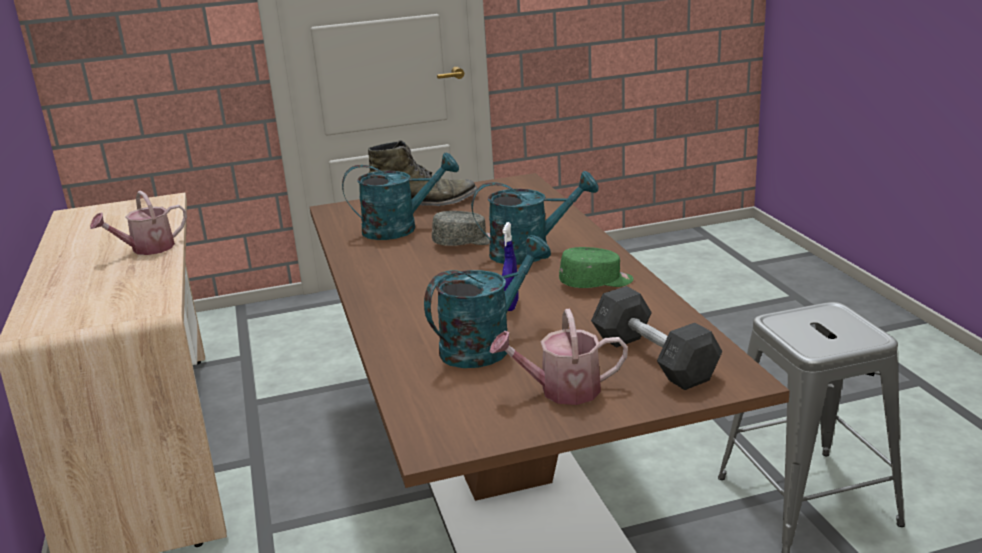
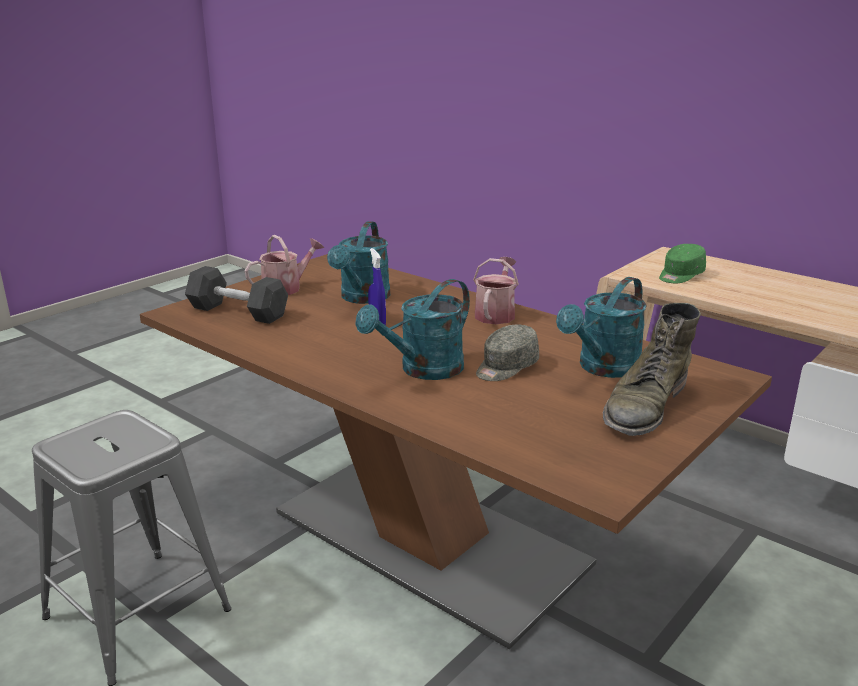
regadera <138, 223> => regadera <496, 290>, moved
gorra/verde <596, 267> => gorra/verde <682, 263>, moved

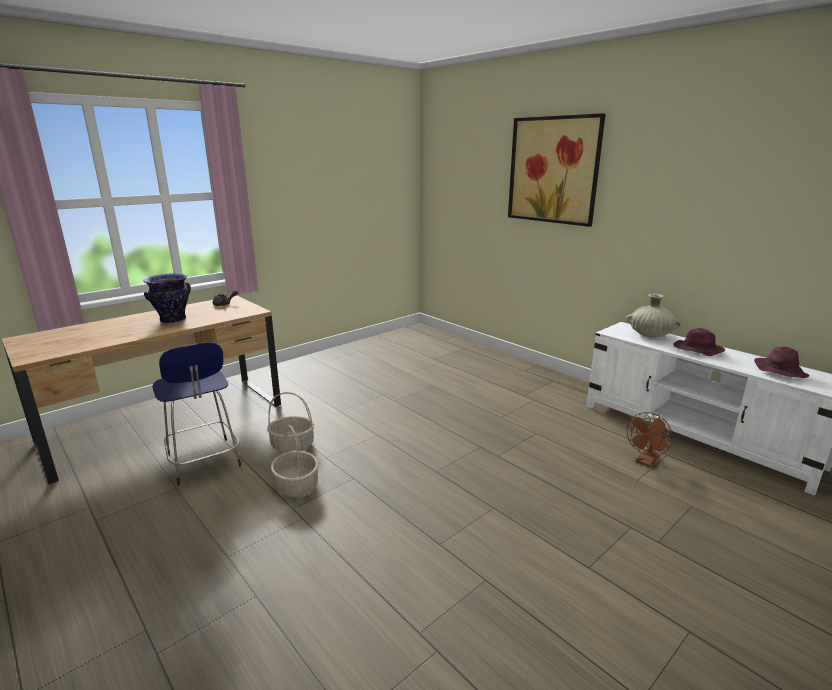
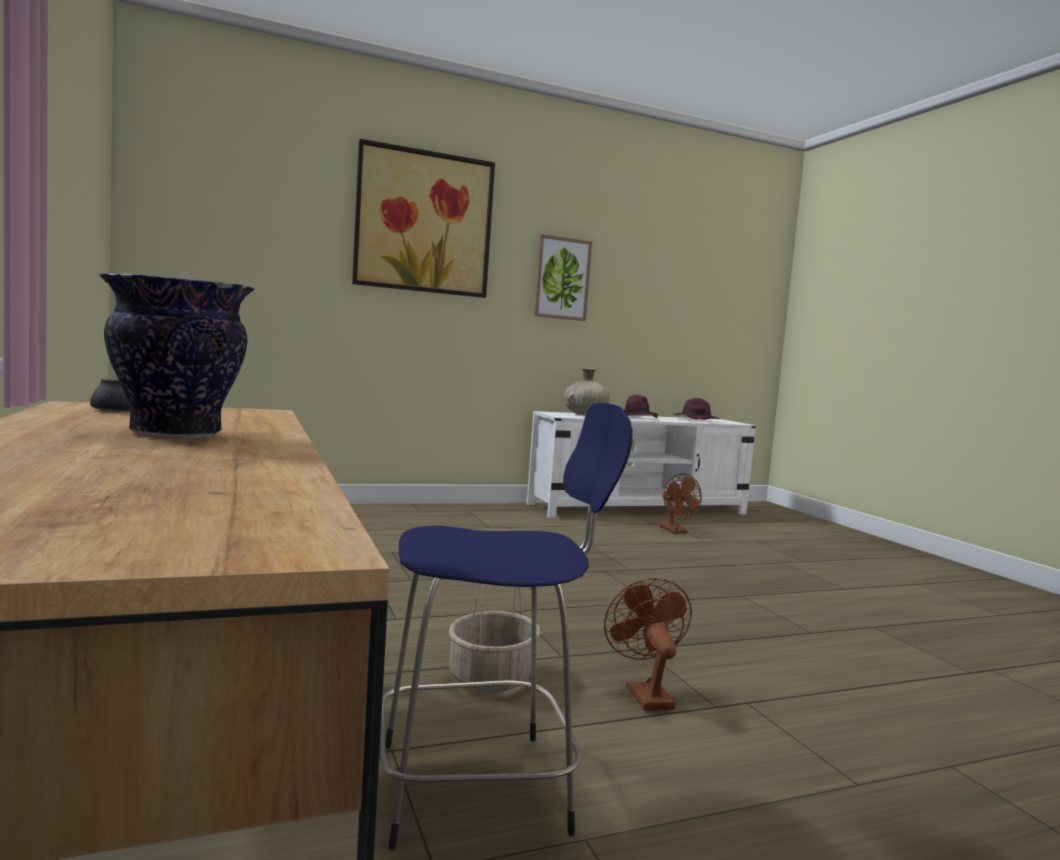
cesta <294, 461> => ventilador/marrón <648, 644>
nothing => cuadro <563, 277>

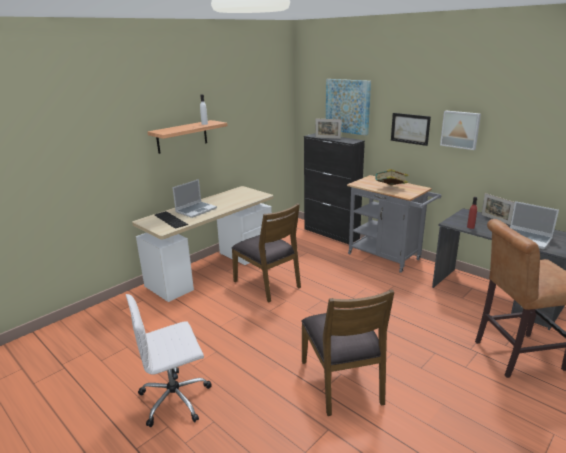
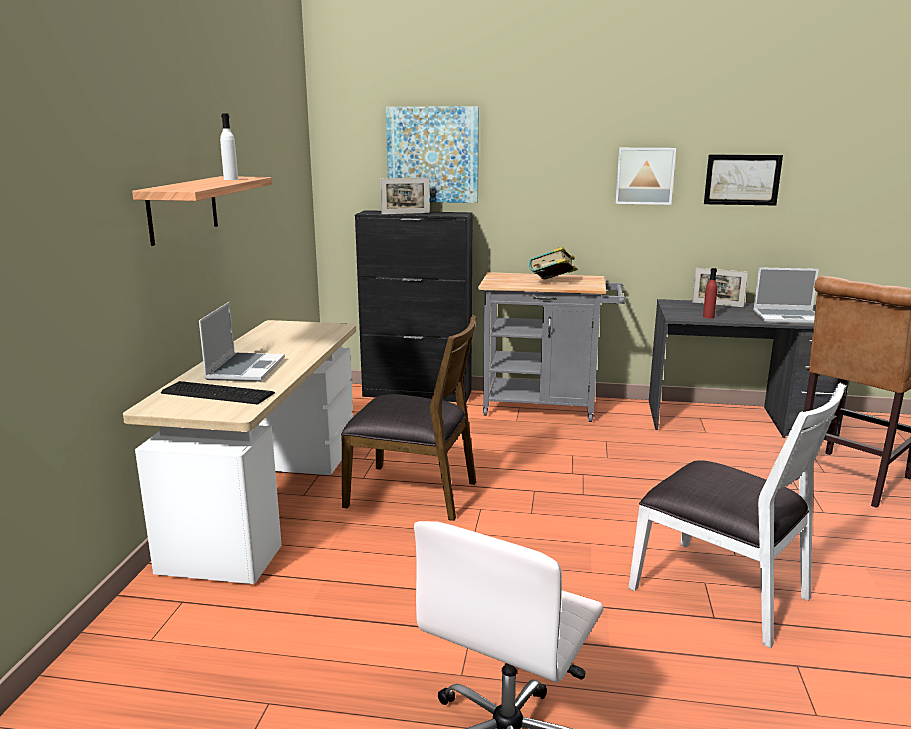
cuadro <411, 129> => cuadro <743, 180>, moved
silla/marrón <347, 352> => silla/blanco <737, 515>

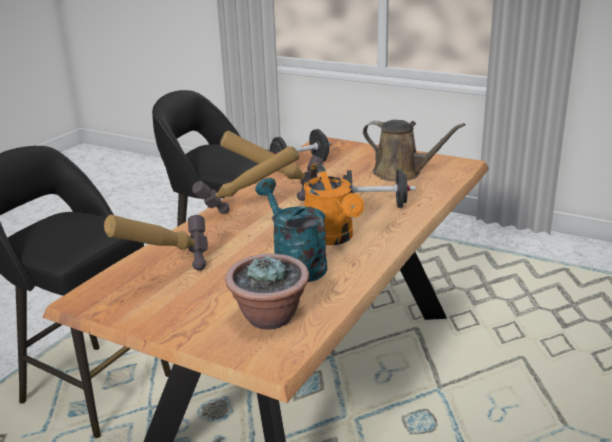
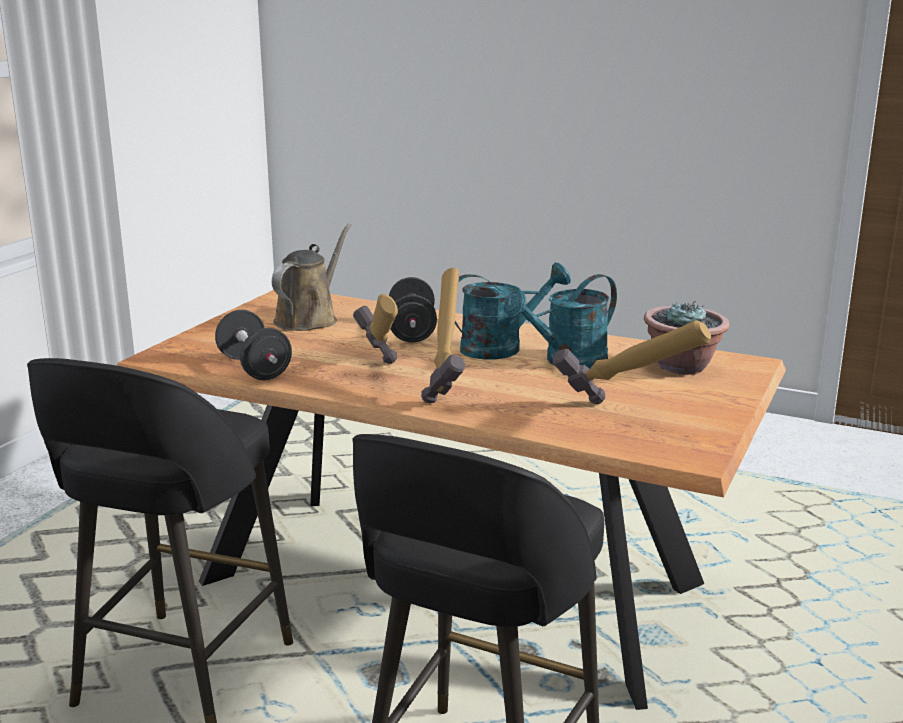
regadera/naranja <334, 204> => regadera/turquesa <513, 310>

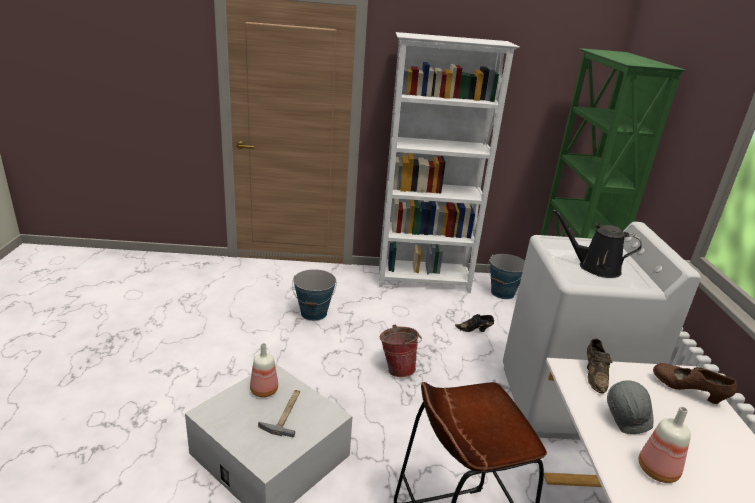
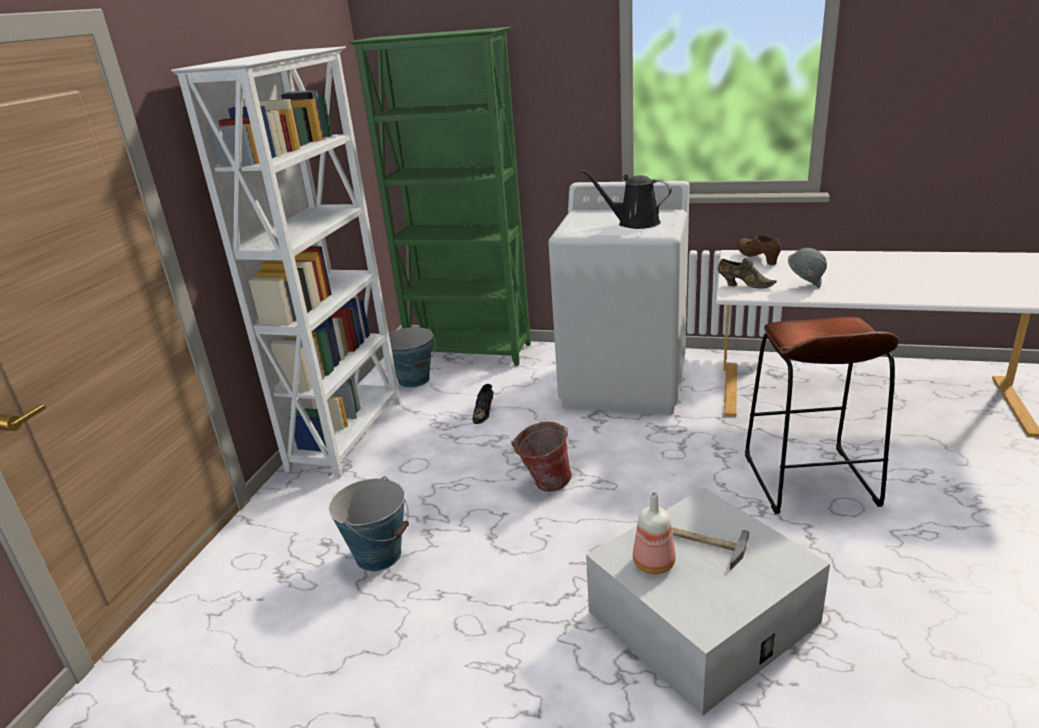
regadera/negro <597, 244> => regadera/negro <626, 199>, 75 degrees clockwise
zapato/marrón <695, 383> => zapato/marrón <759, 250>, 105 degrees clockwise
botella <665, 445> => nothing

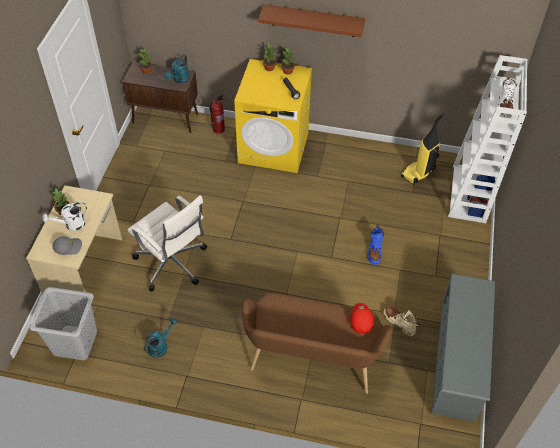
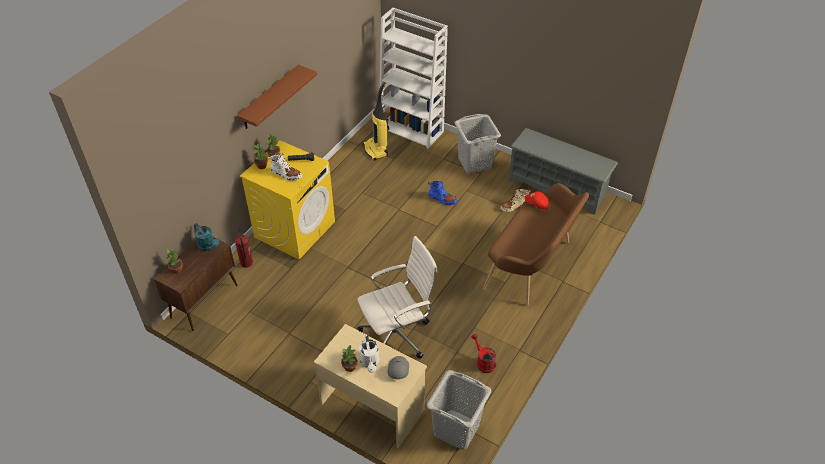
bota/blanco <508, 97> => bota/blanco <285, 167>, moved
regadera/turquesa <161, 338> => regadera/rojo <483, 353>
nothing => cesto de la ropa/gris <477, 144>

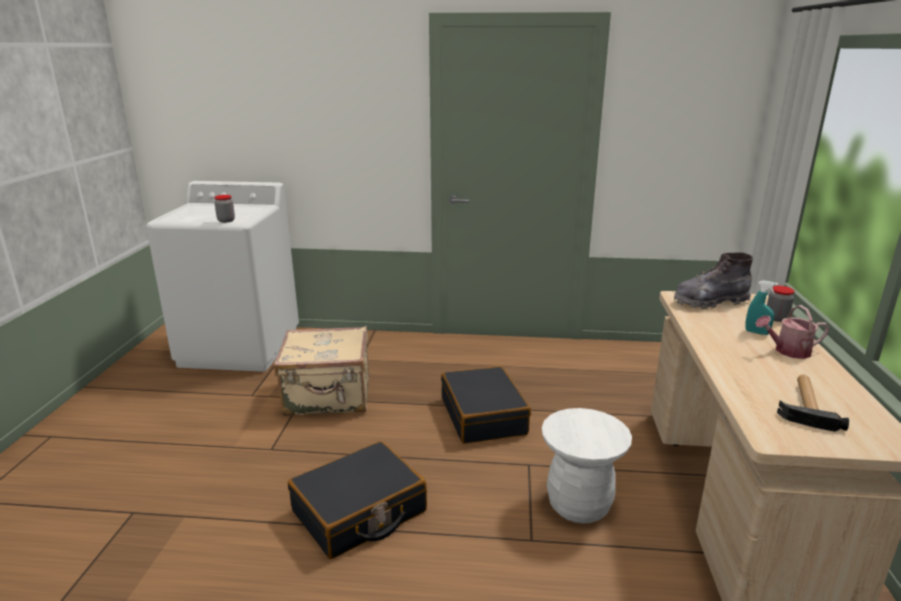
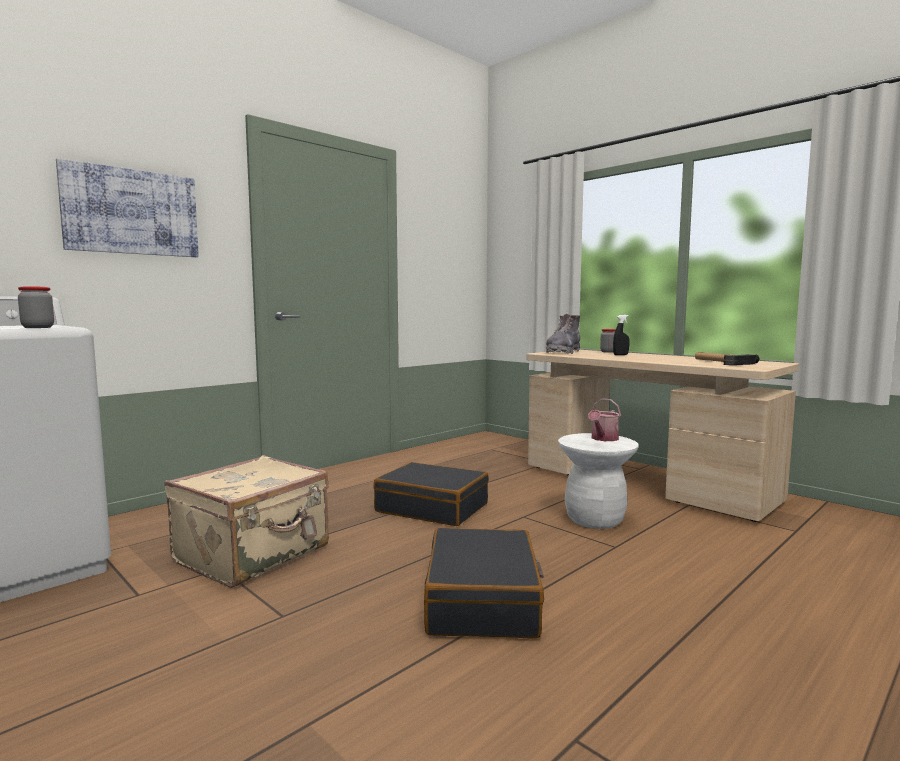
pulverizador/turquesa <761, 307> => pulverizador/negro <621, 335>
regadera <792, 332> => regadera <604, 419>, moved
nothing => cuadro <127, 207>

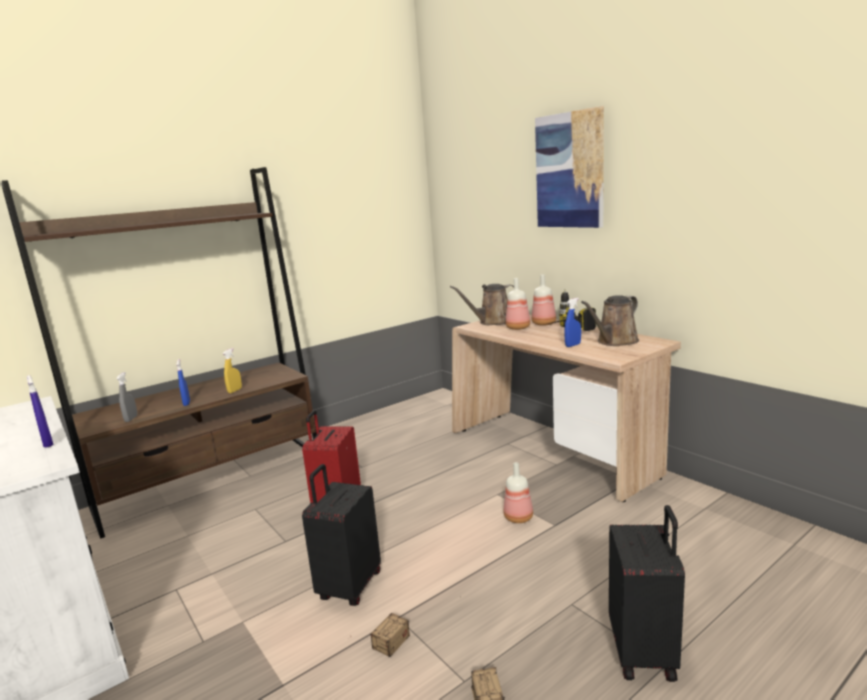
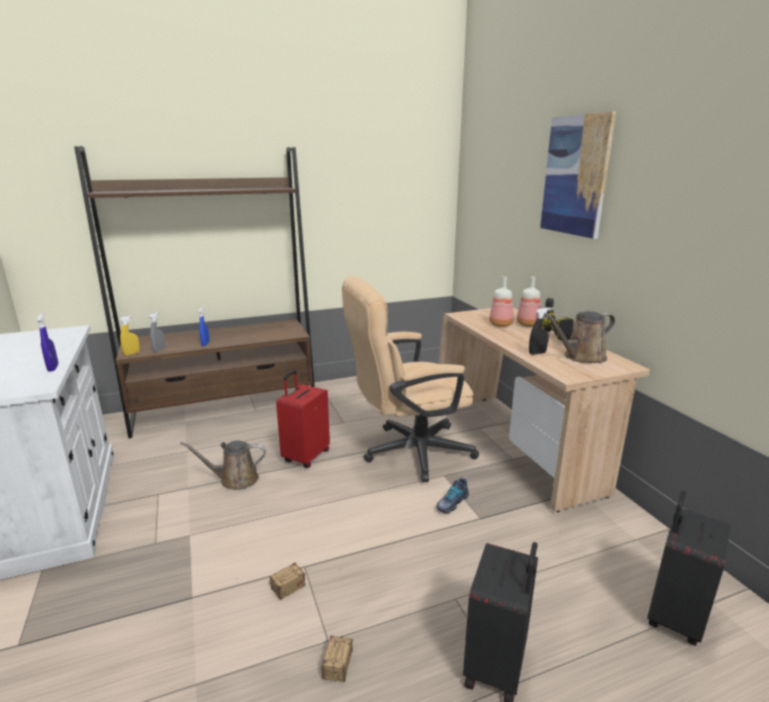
regadera/marrón <482, 304> => regadera/marrón <223, 465>, moved
pulverizador/azul <572, 322> => pulverizador/negro <539, 331>
pulverizador/amarillo <232, 370> => pulverizador/amarillo <129, 335>, moved
botella <518, 492> => zapato <452, 496>
maleta/negro <341, 535> => maleta/negro <688, 568>, moved
nothing => silla de oficina/beis <410, 379>

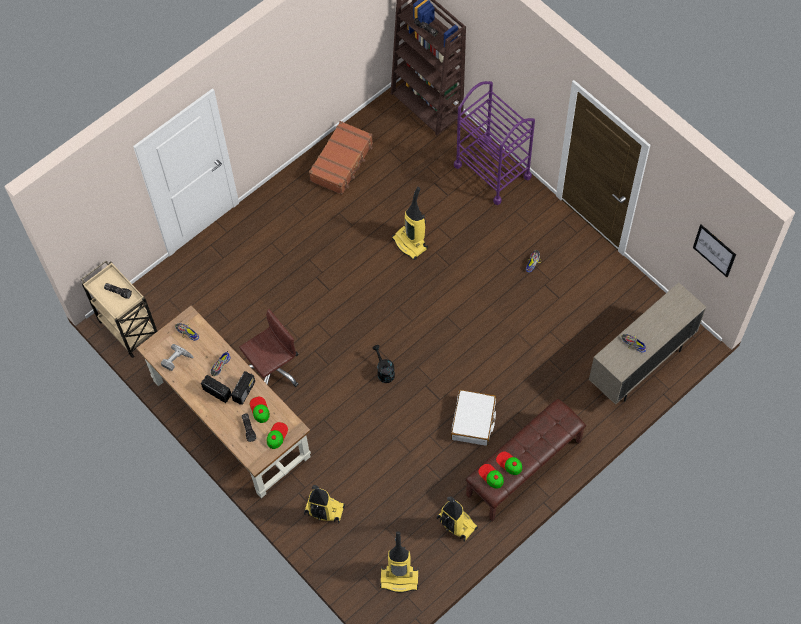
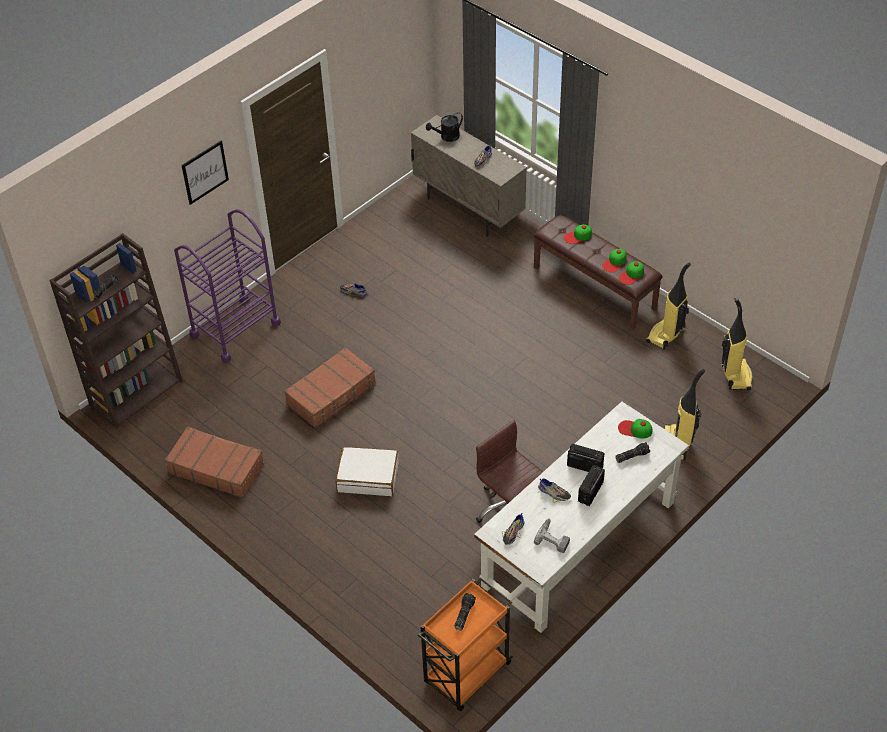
aspiradora <410, 223> => maleta/marrón <330, 387>
cuadro <714, 251> => cuadro <205, 173>, moved
carrito/beis <119, 309> => carrito/naranja <465, 644>
escritorio/marrón <223, 402> => escritorio/blanco <581, 517>
regadera/negro <384, 364> => regadera/negro <444, 127>, moved
maleta/blanco <473, 418> => maleta/blanco <367, 471>, moved
gorra <260, 410> => gorra <578, 234>, moved

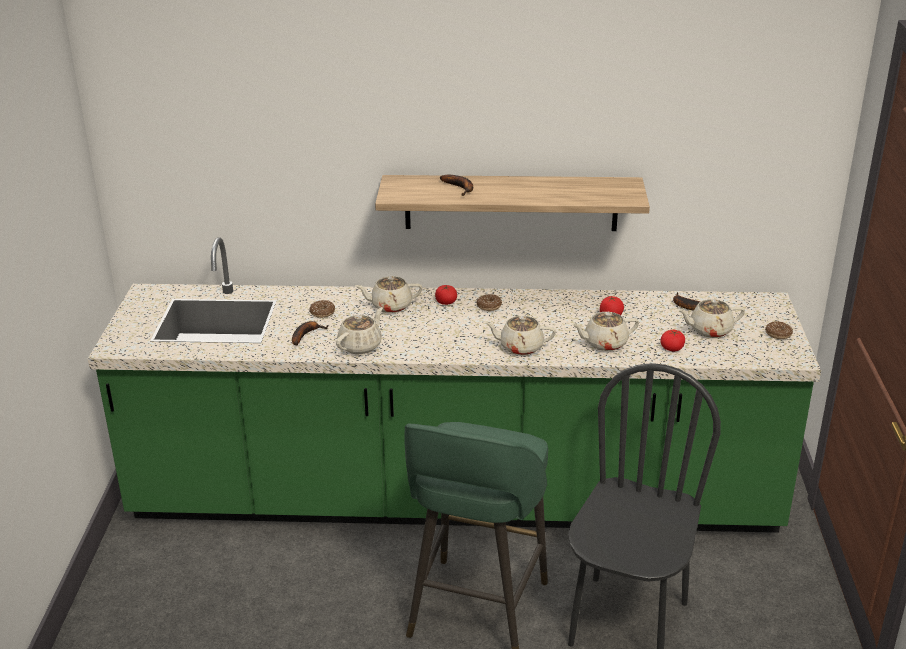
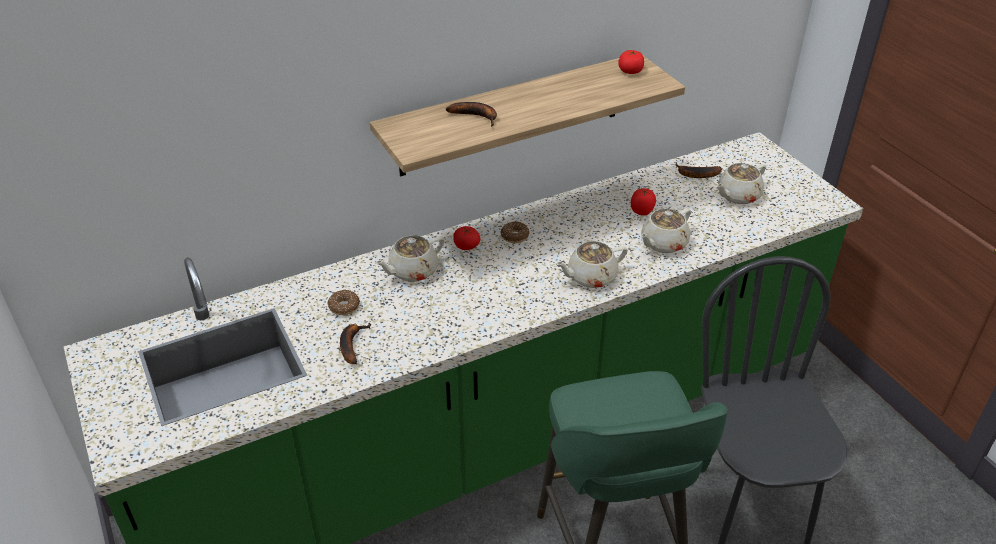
tetera/beis <359, 330> => nothing
rosquilla <779, 330> => nothing
tomate <673, 340> => tomate <631, 62>, moved

